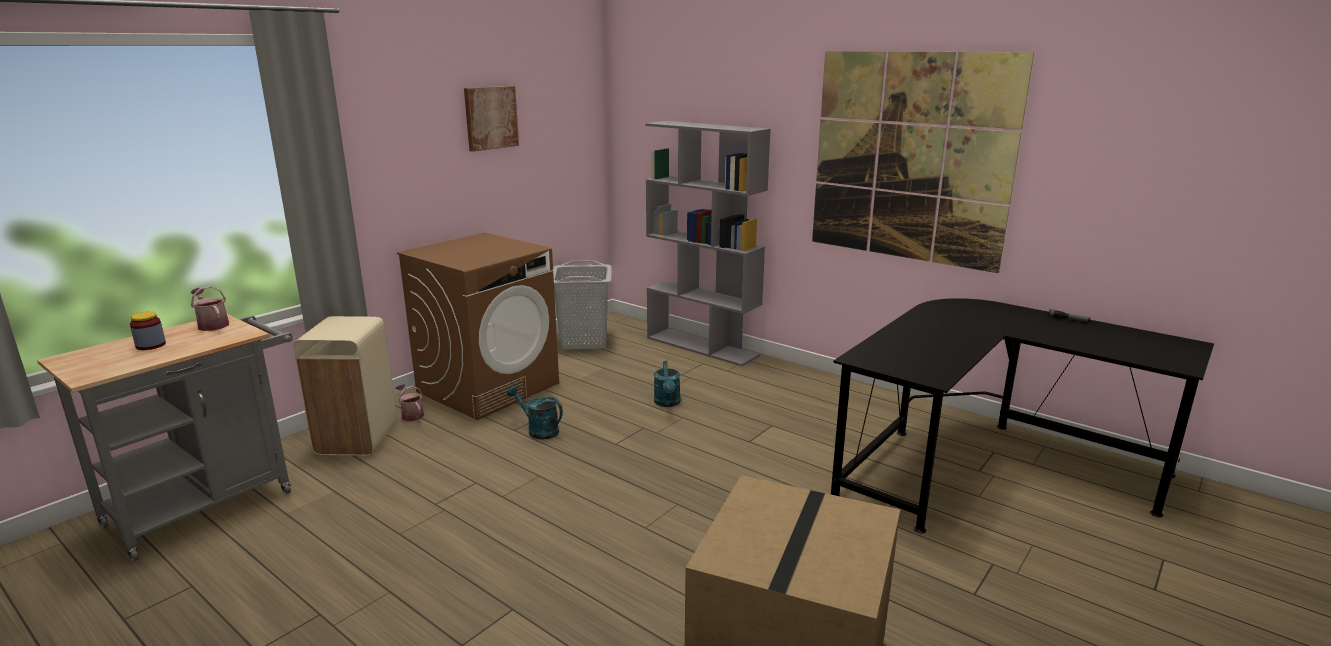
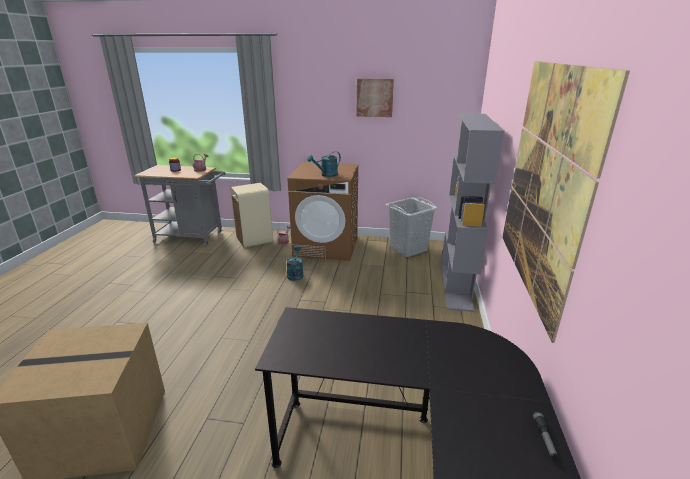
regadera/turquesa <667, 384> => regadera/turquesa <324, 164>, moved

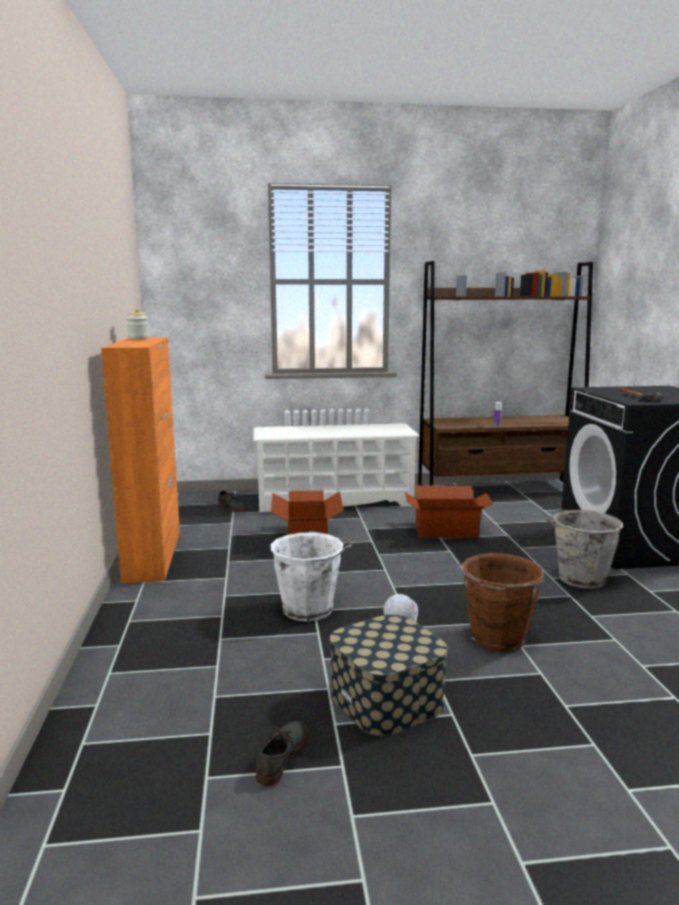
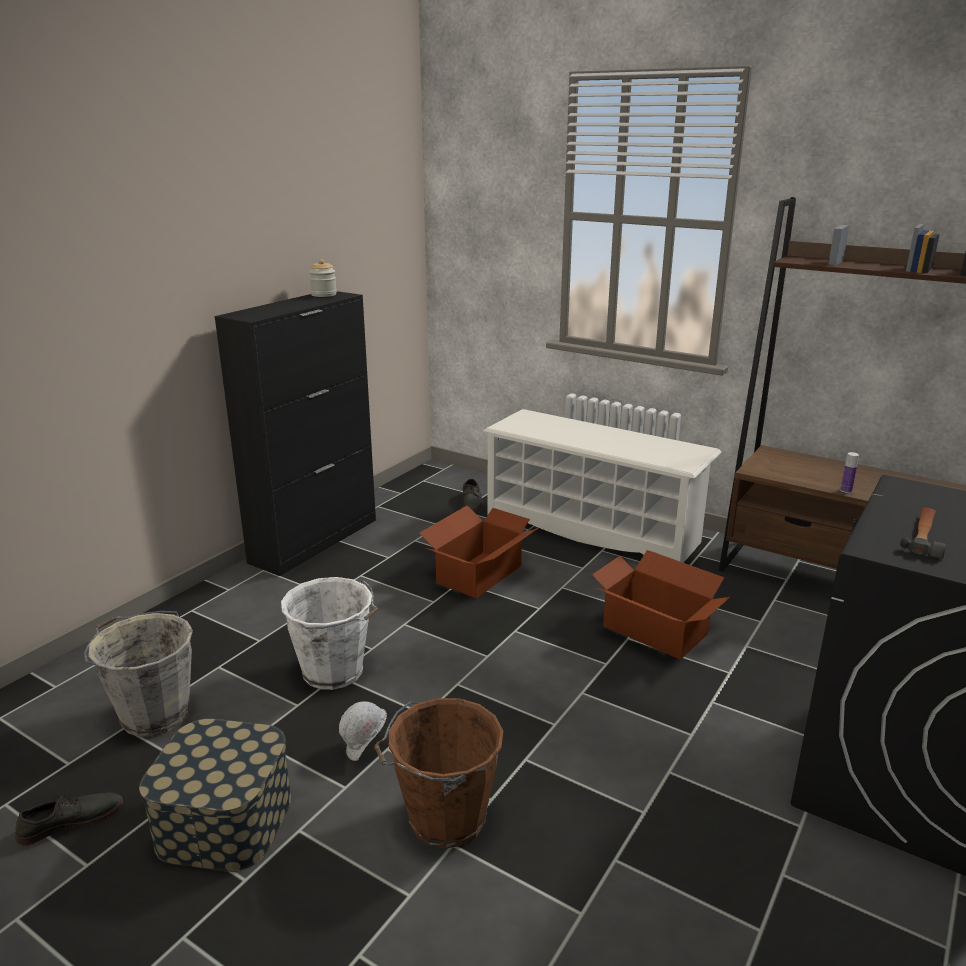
armario/naranja <140, 460> => armario/negro <295, 433>
cubo/gris <584, 549> => cubo/gris <138, 674>, moved

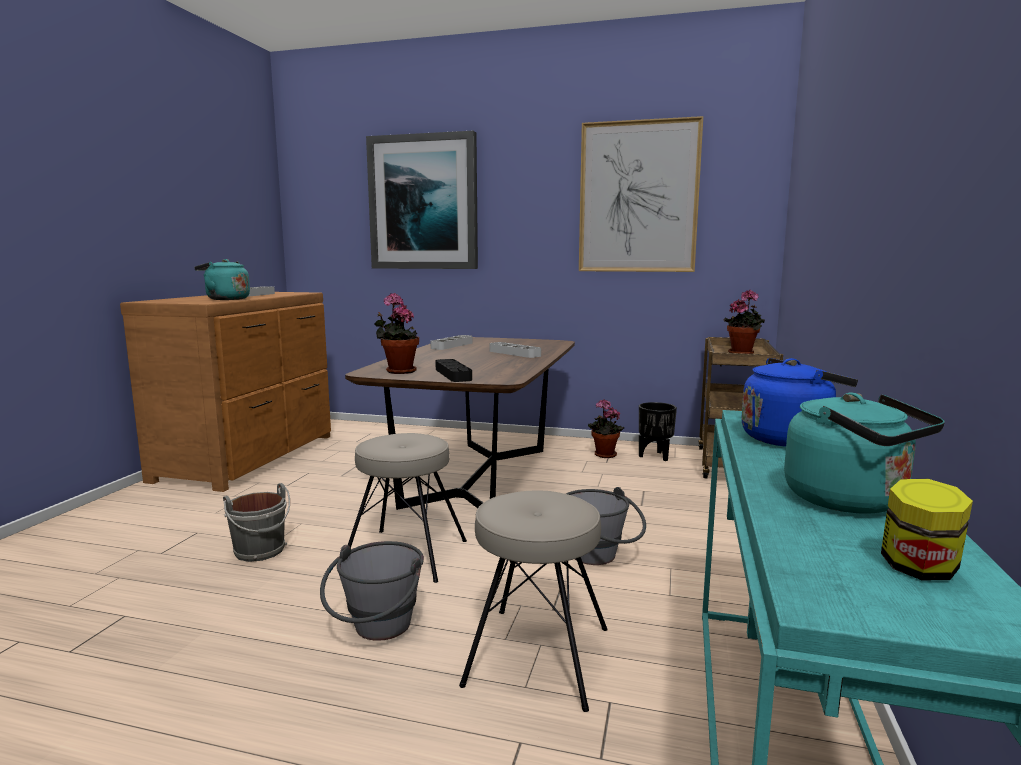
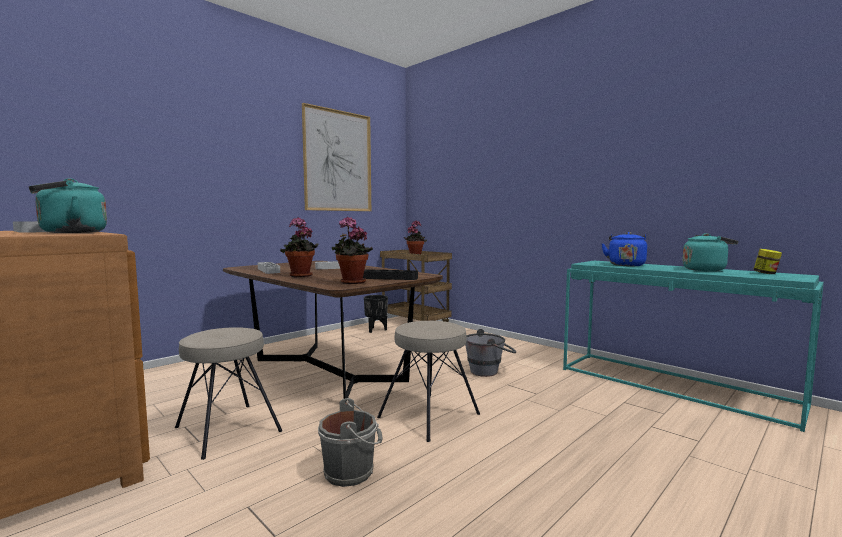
cuadro <422, 200> => nothing
planta en maceta <606, 428> => planta en maceta <299, 247>, moved
taburete/beis <533, 601> => taburete/beis <228, 393>, moved
cubo/gris <372, 591> => nothing

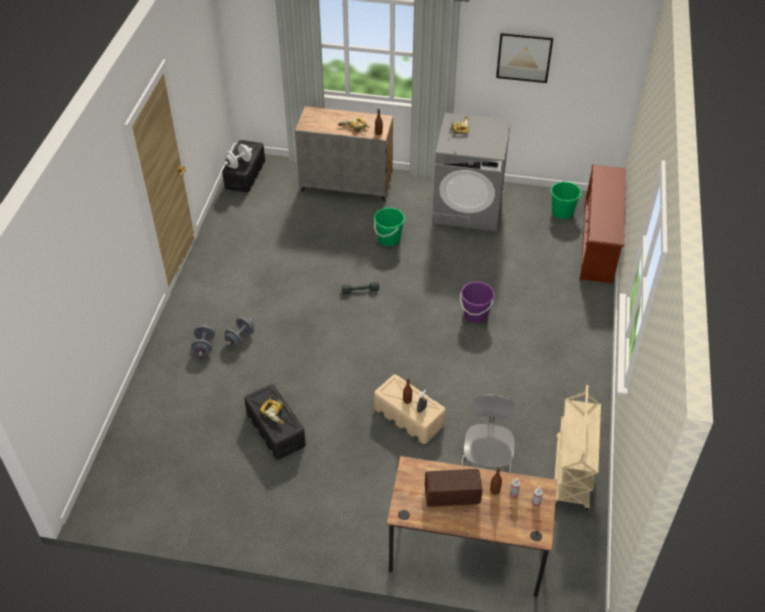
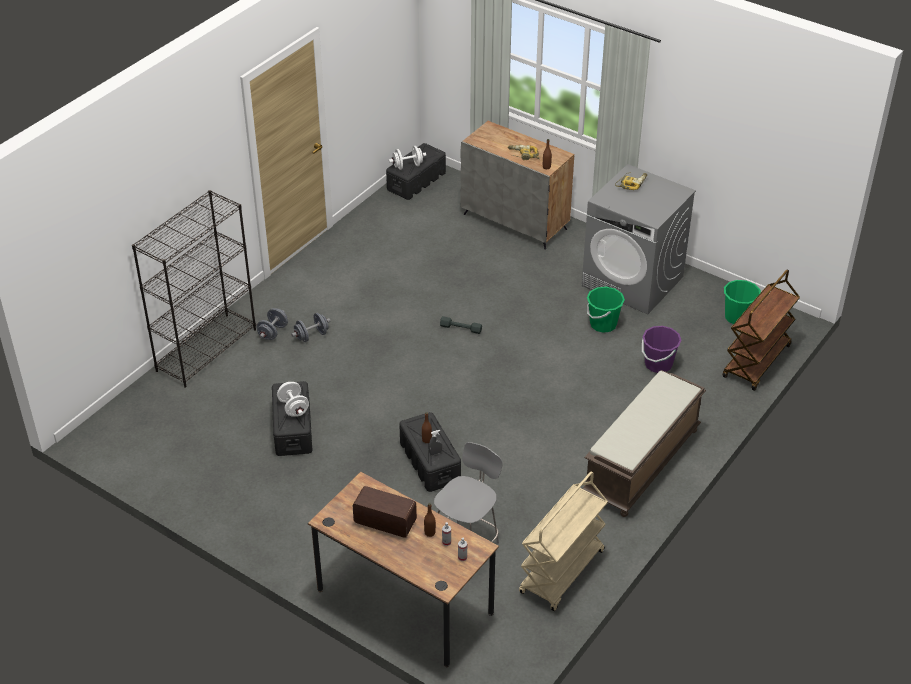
cuadro <524, 57> => nothing
zapatero/marrón <603, 224> => carrito/marrón <761, 330>
cubo/verde <389, 226> => cubo/verde <606, 310>, moved
cubo/morado <477, 302> => cubo/morado <662, 349>, moved
caja de almacenaje/beis <410, 409> => caja de almacenaje/negro <430, 452>
taladro <275, 409> => mancuerna/blanco <293, 399>
nothing => estantería/negro <194, 288>
nothing => banco/marrón <644, 443>

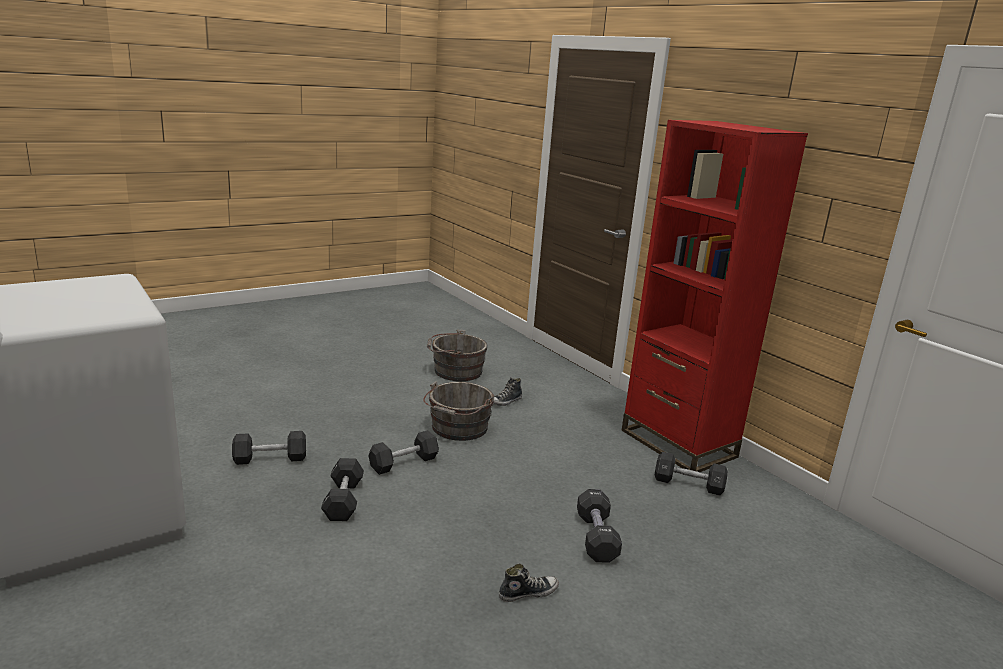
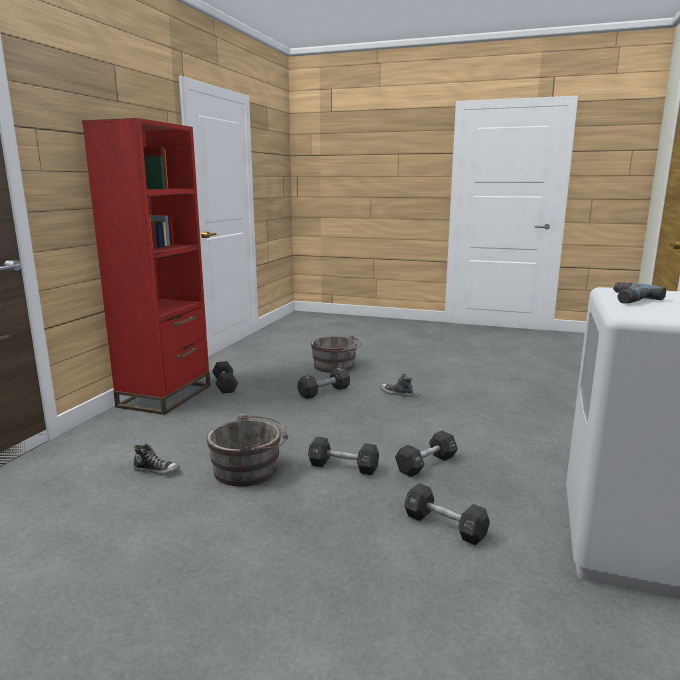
cubo/gris <457, 355> => cubo/gris <336, 353>, moved
nothing => taladro <639, 293>

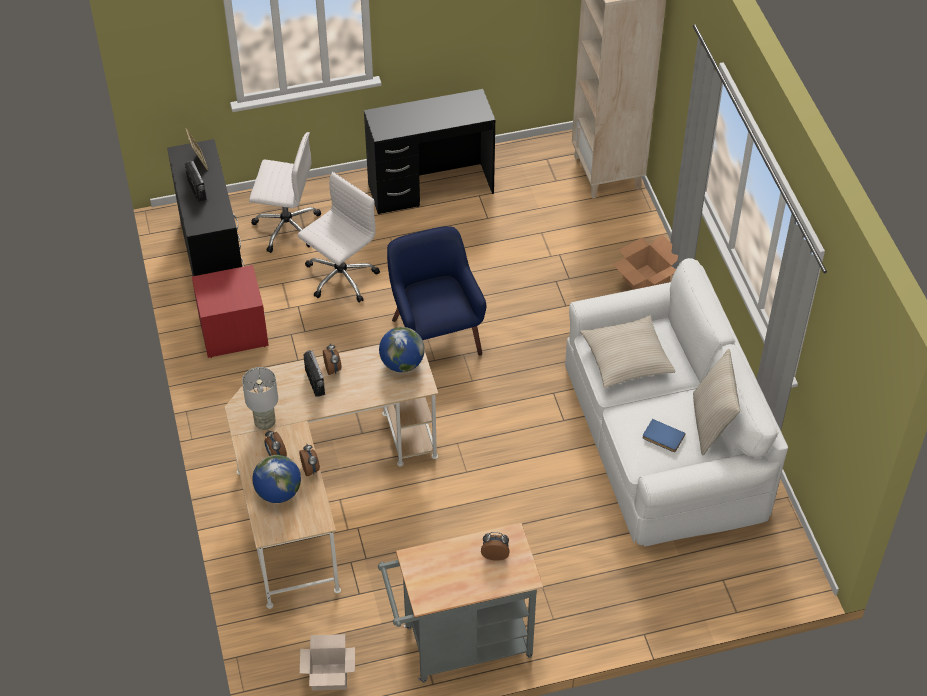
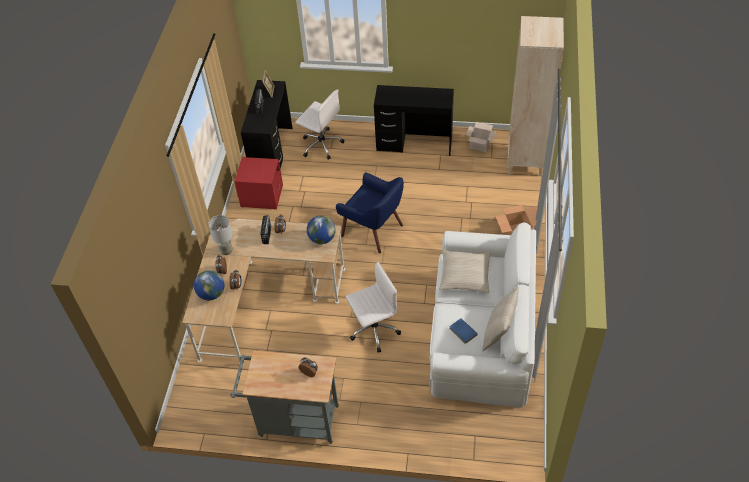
silla de oficina/blanco <339, 237> => silla de oficina/blanco <373, 307>, moved
sillón/azul <436, 290> => sillón/azul <370, 213>, 120 degrees clockwise
caja de cartón <327, 662> => caja de cartón <481, 137>, moved

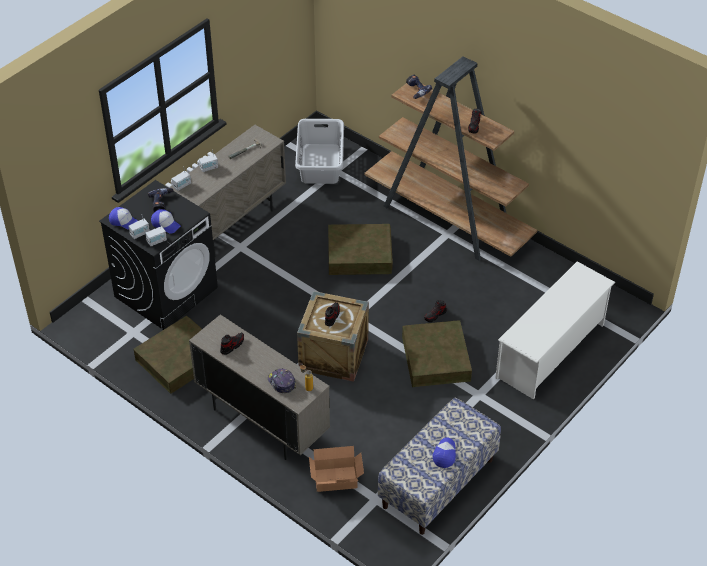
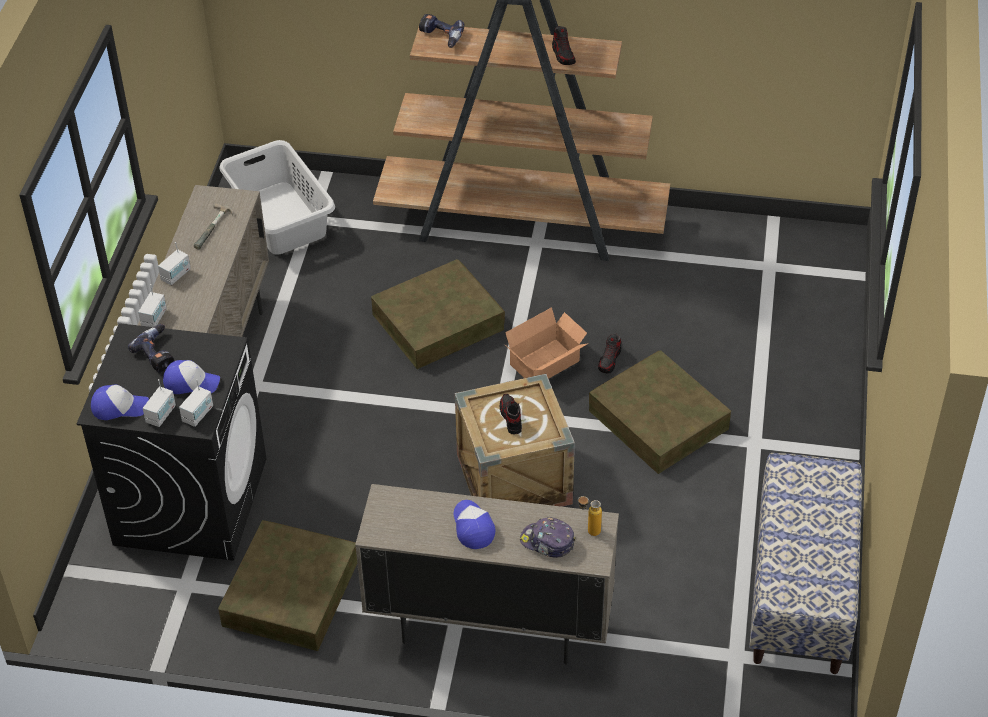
zapatero/blanco <555, 330> => nothing
zapato <232, 343> => nothing
gorra <444, 452> => gorra <474, 524>, moved
caja de cartón <336, 469> => caja de cartón <546, 343>, moved

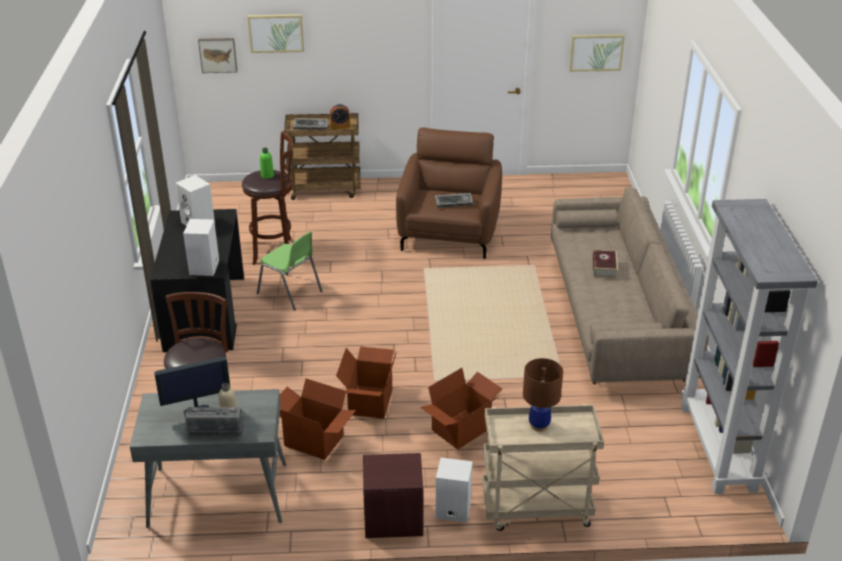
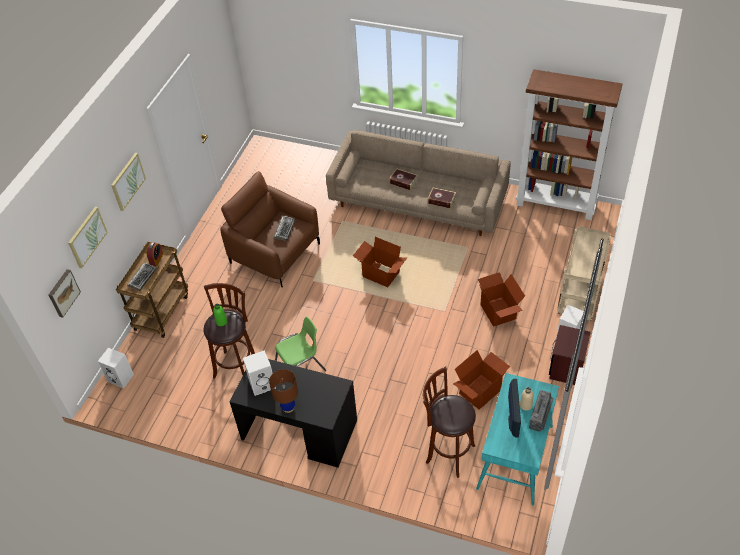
cuadro <597, 53> => cuadro <128, 182>, moved
estantería/gris <749, 346> => estantería/marrón <569, 144>
altavoz/blanco <201, 247> => altavoz/blanco <116, 368>, moved
caja de cartón <366, 382> => caja de cartón <380, 262>, moved
lámpara de mesa/marrón <543, 395> => lámpara de mesa/marrón <283, 391>, moved
escritorio/gris <208, 458> => escritorio/turquesa <517, 439>
nothing => libro <442, 198>

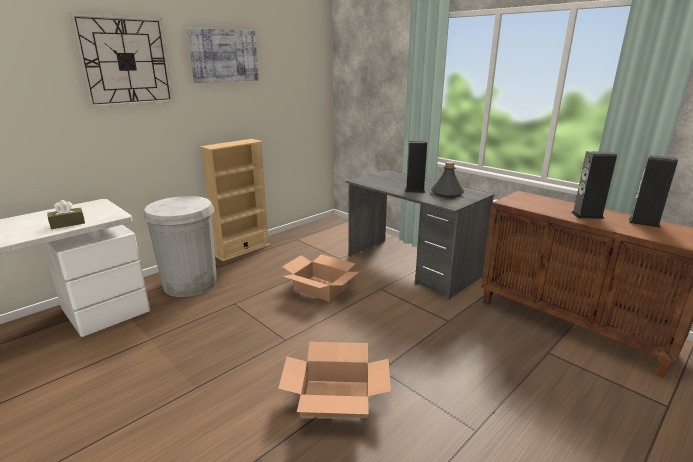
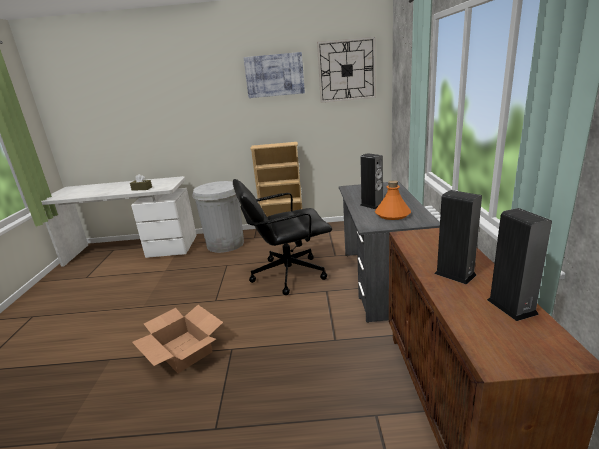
reloj de pared <121, 60> => reloj de pared <346, 70>, moved
botella/gris <447, 180> => botella/naranja <393, 200>
caja de cartón <320, 278> => silla de oficina/negro <282, 237>

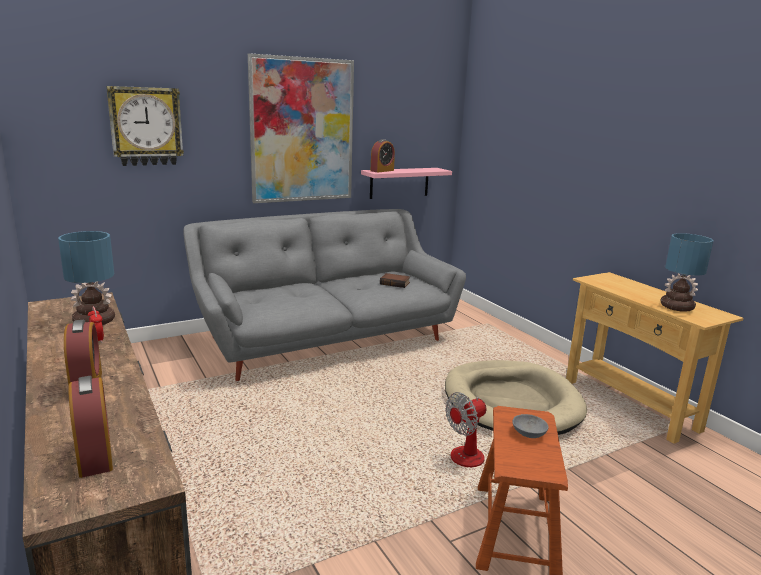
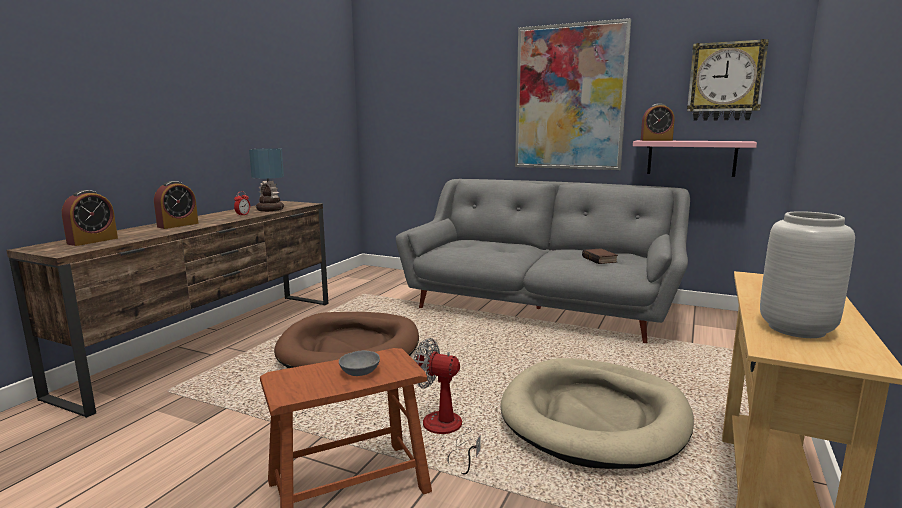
reloj de pared <145, 126> => reloj de pared <728, 80>, moved
lámpara de mesa <686, 272> => florero/gris <807, 274>
nothing => cama para perro/marrón <346, 340>

